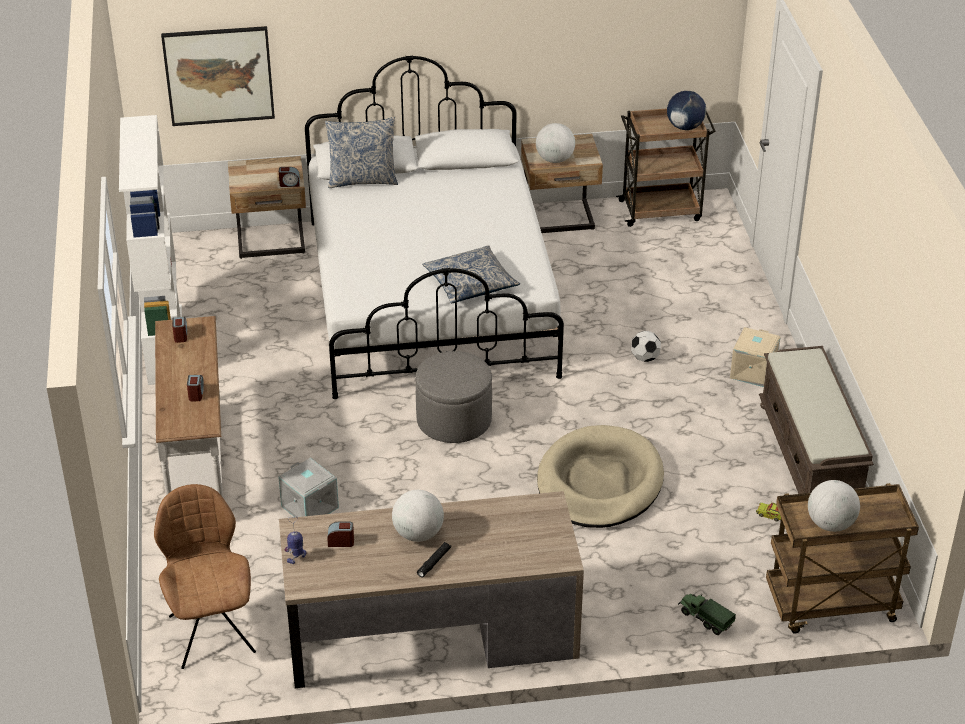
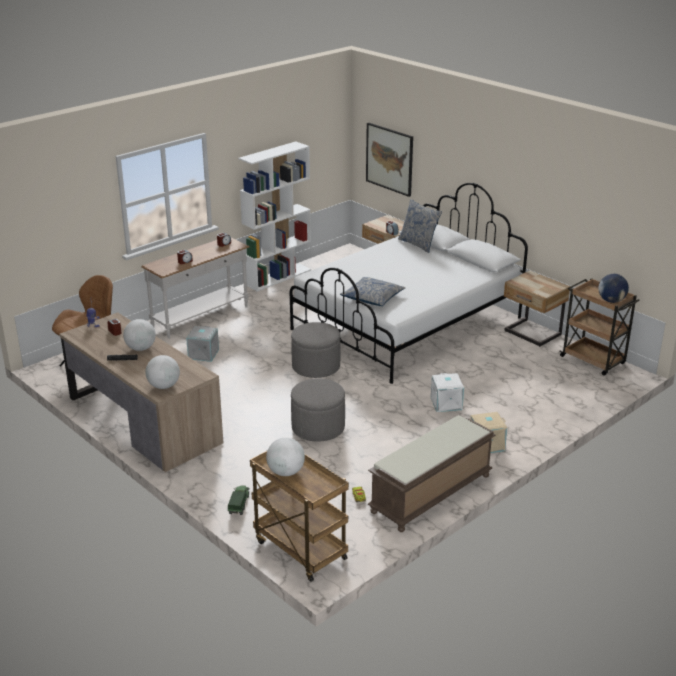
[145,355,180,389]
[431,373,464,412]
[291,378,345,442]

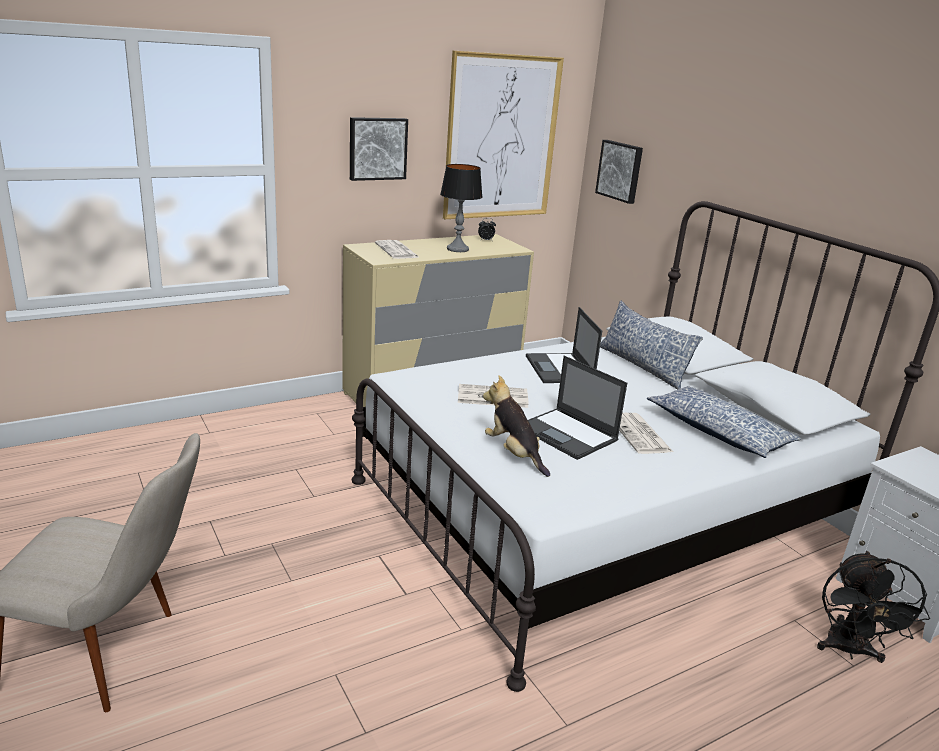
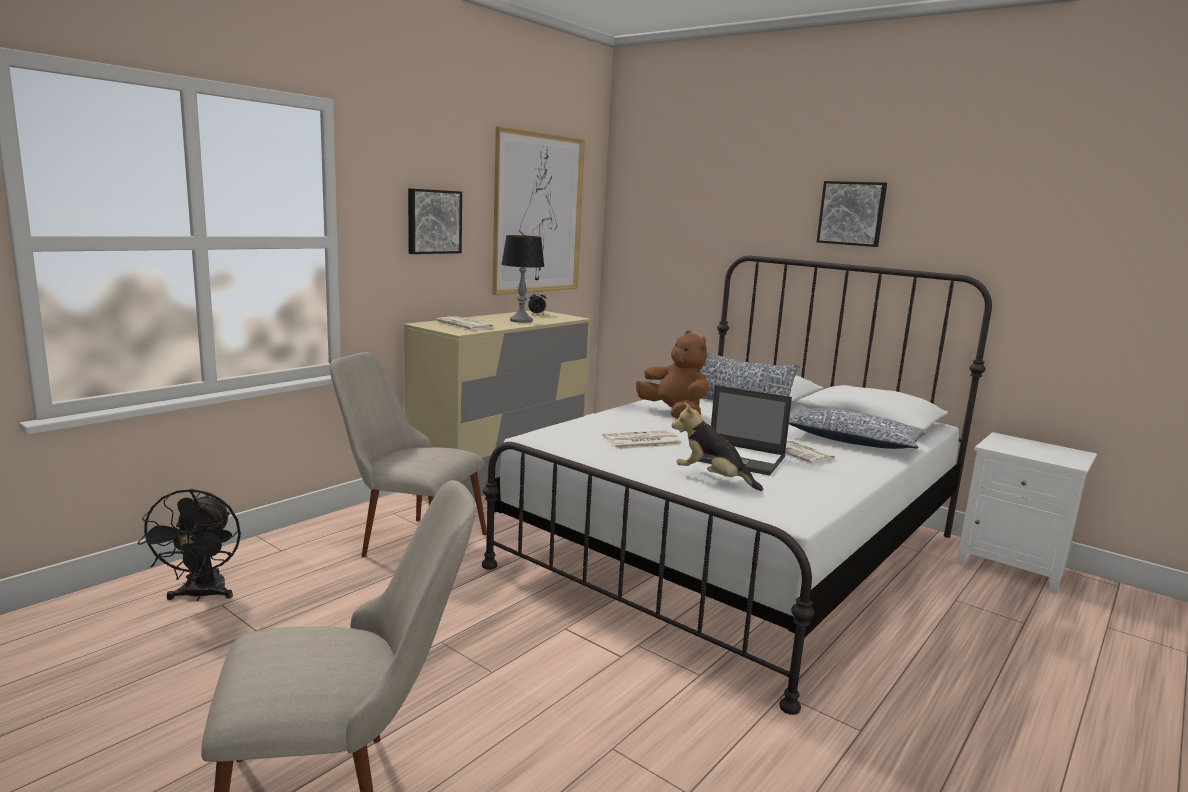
[817,181,887,247]
[636,330,709,419]
[137,489,241,601]
[330,352,487,557]

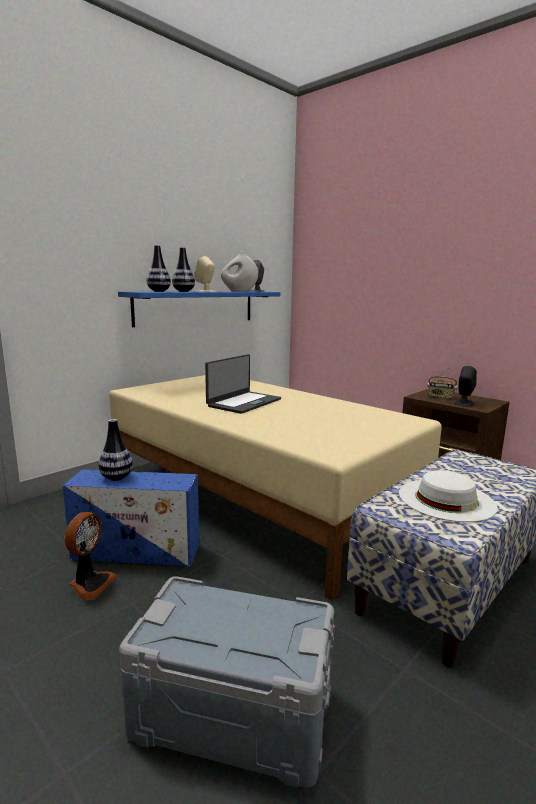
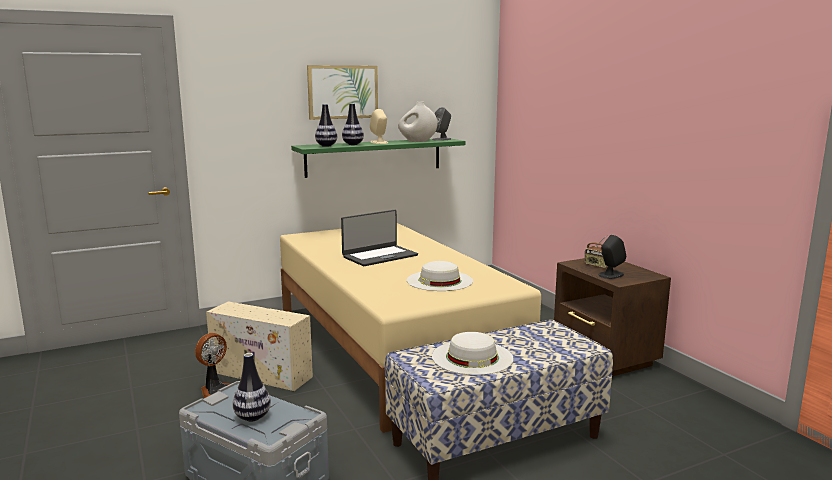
[291,139,465,178]
[233,353,271,422]
[206,301,313,391]
[307,65,378,120]
[407,261,473,291]

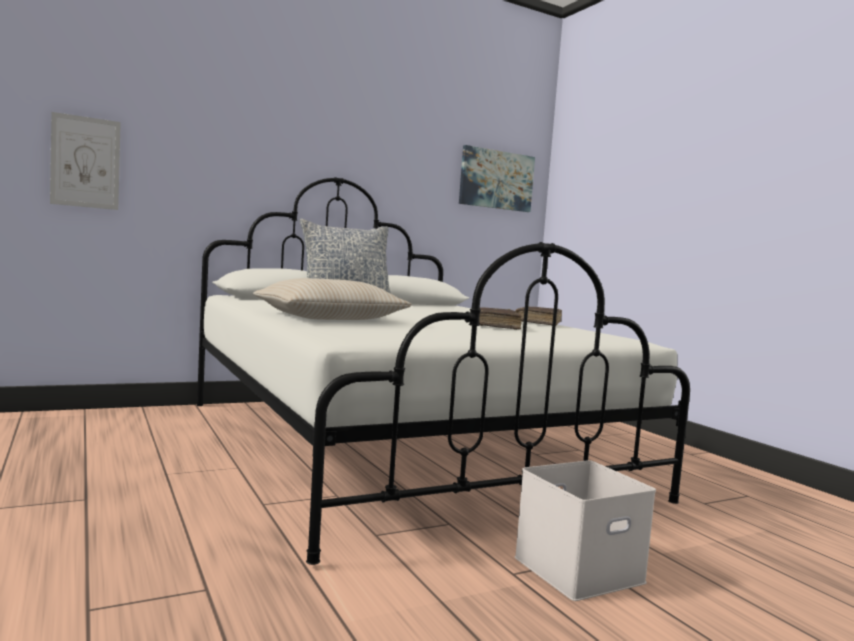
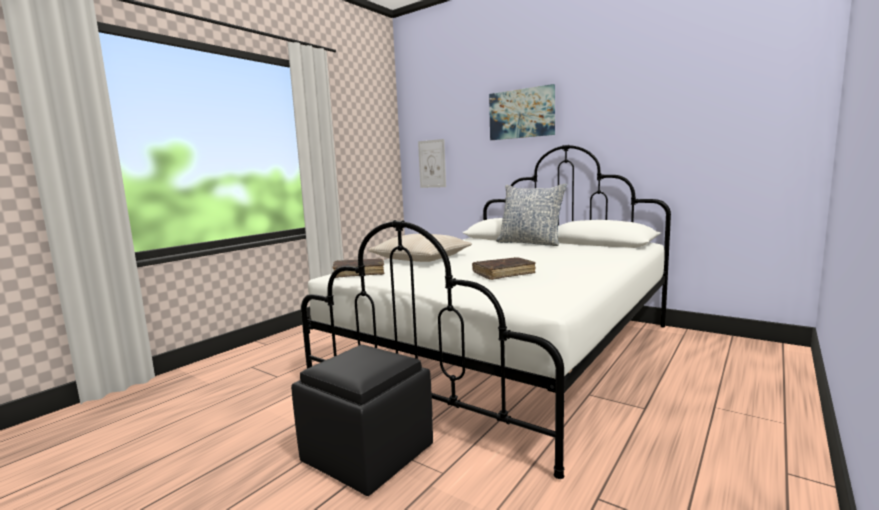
[489,84,555,140]
[332,258,384,278]
[291,345,433,496]

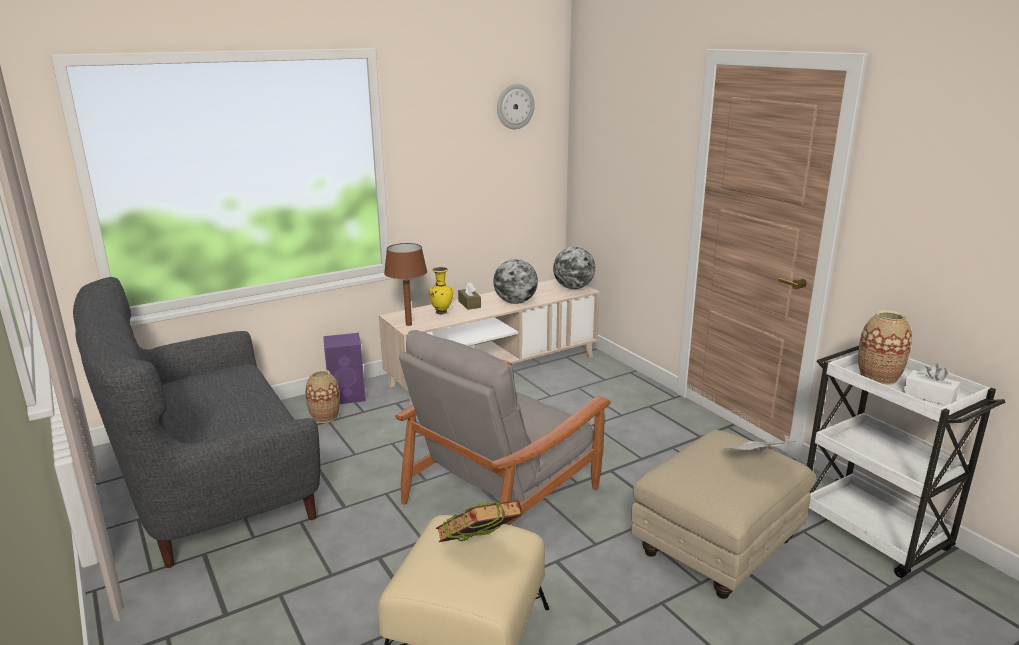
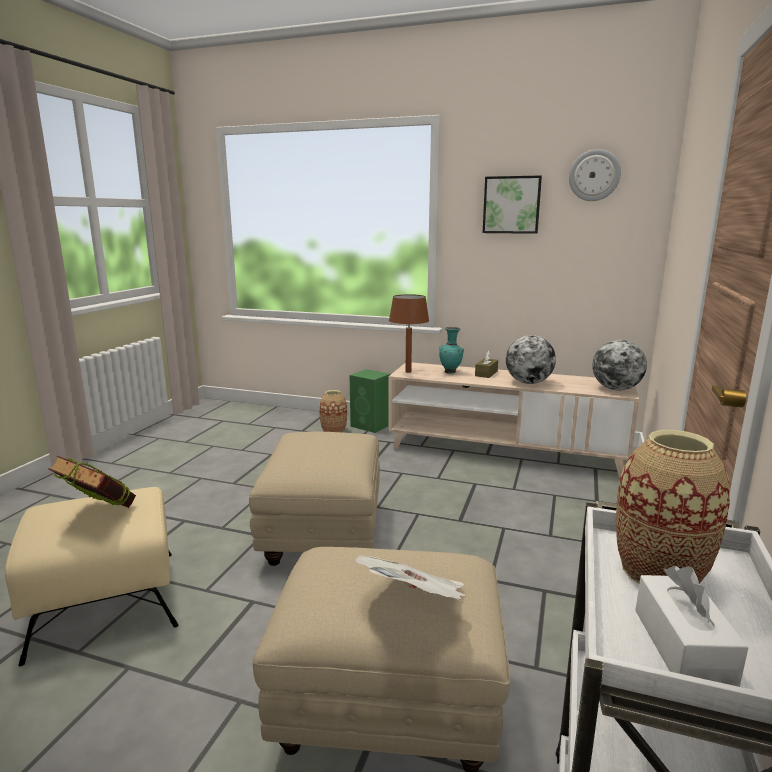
[439,327,464,374]
[73,277,320,568] (first image)
[249,431,380,566]
[349,369,391,433]
[483,175,542,234]

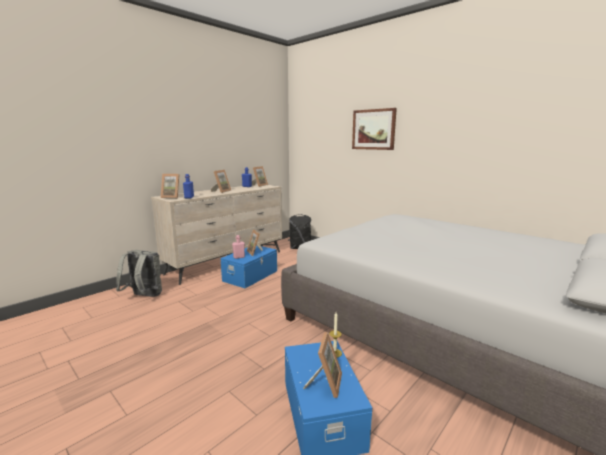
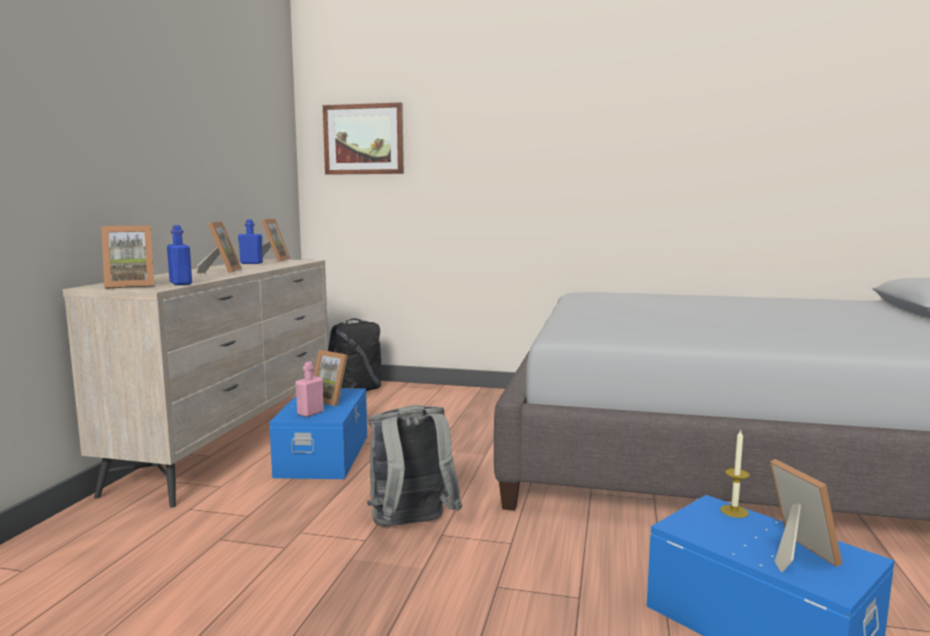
[323,102,404,175]
[367,405,462,527]

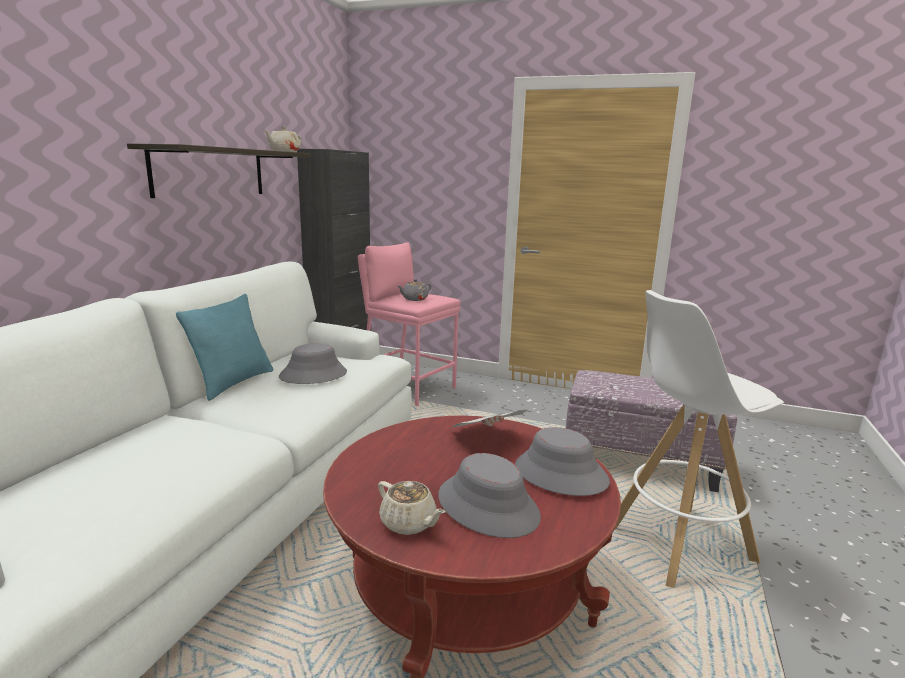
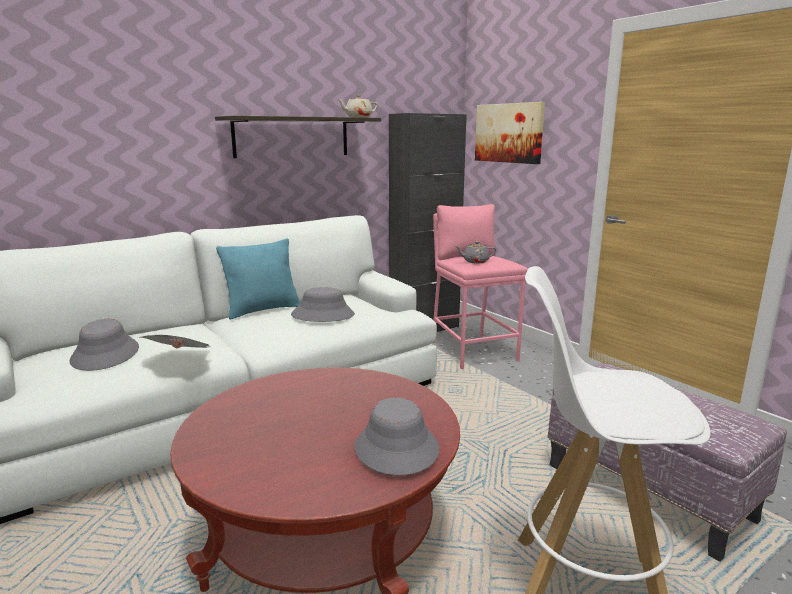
[140,335,209,348]
[69,319,139,371]
[378,481,445,535] (first image)
[475,102,545,164]

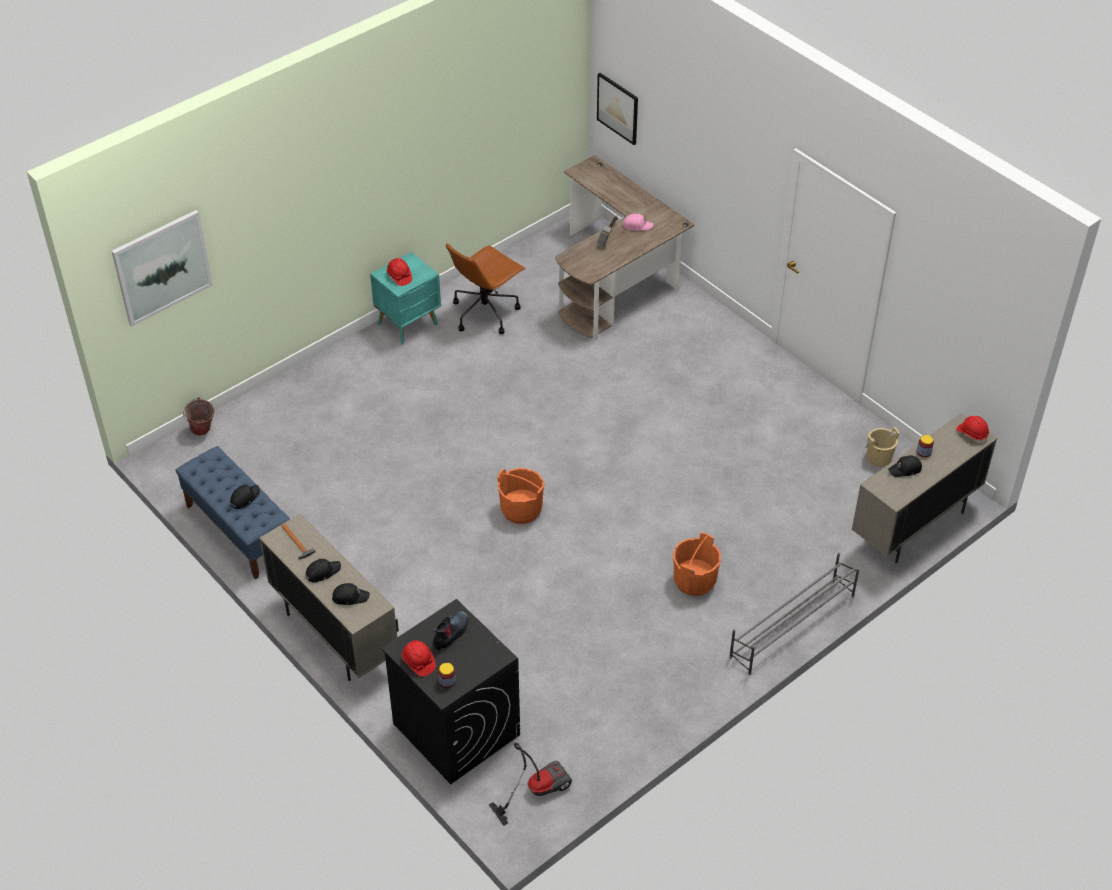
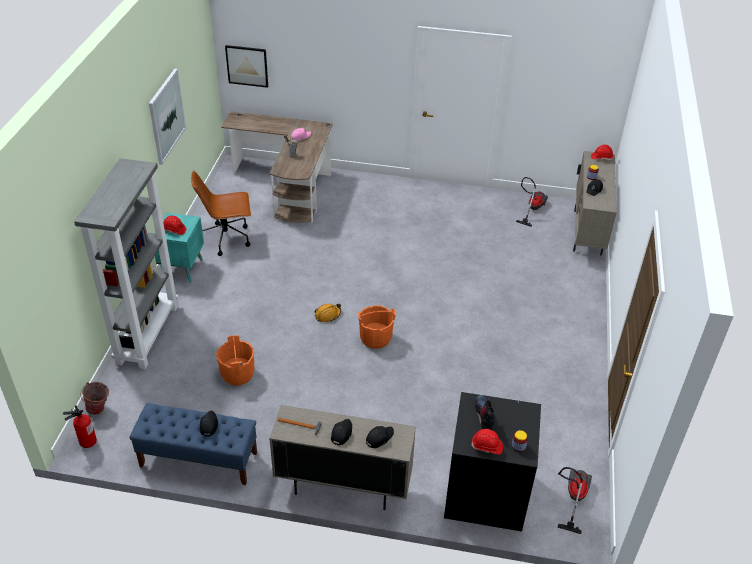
[149,69,186,165]
[191,170,251,256]
[516,177,548,227]
[216,335,254,385]
[729,552,860,675] (first image)
[74,158,179,369]
[315,303,341,322]
[63,405,97,448]

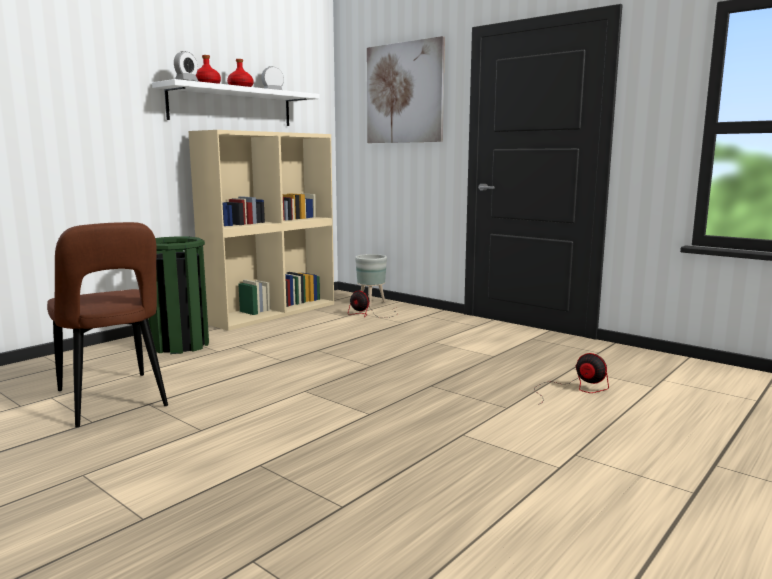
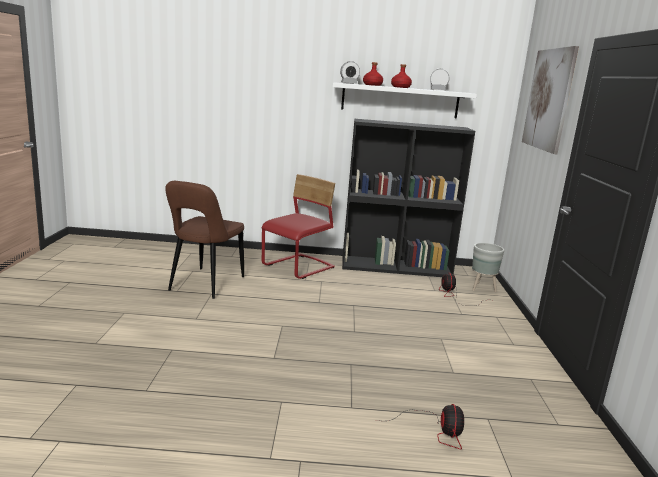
[342,119,475,277]
[262,174,335,279]

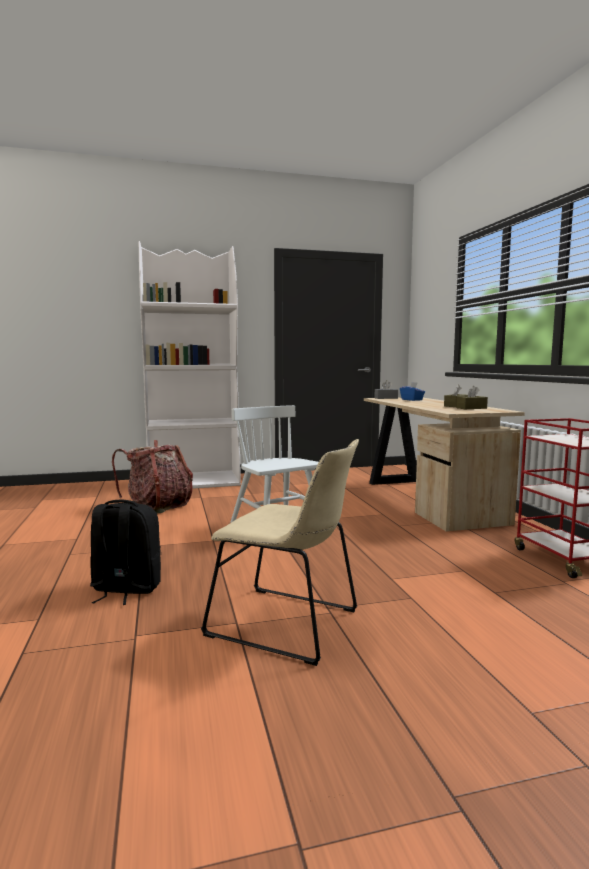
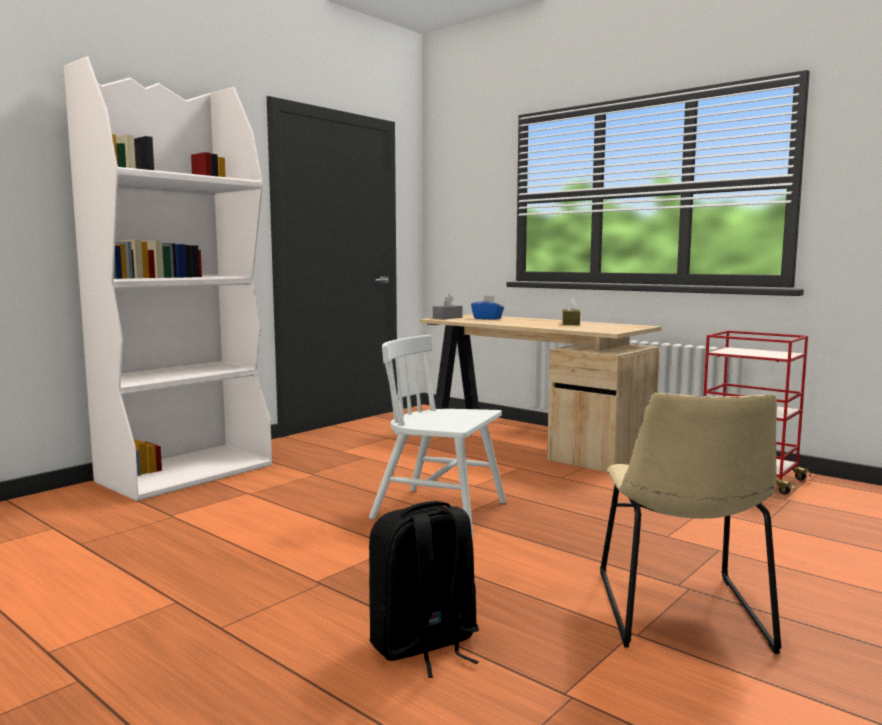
[456,386,488,409] (first image)
[600,393,782,654]
[112,440,193,513] (first image)

